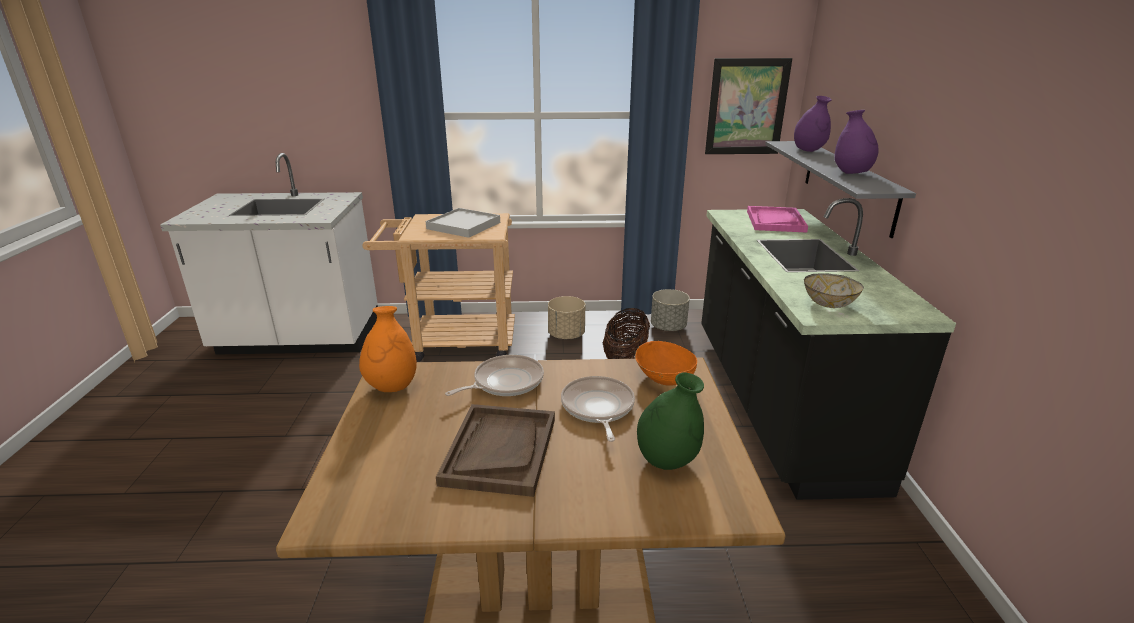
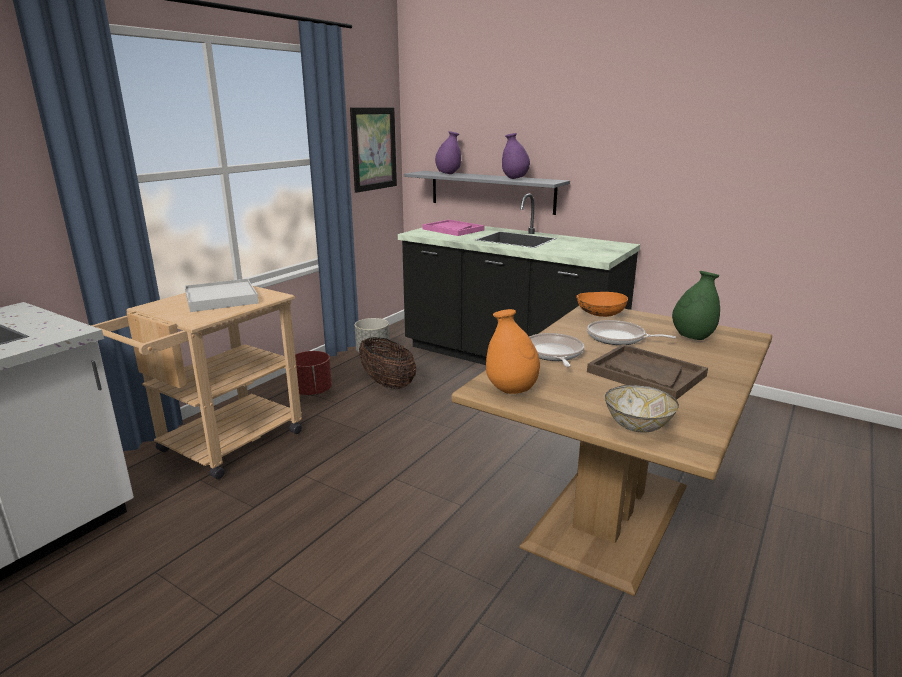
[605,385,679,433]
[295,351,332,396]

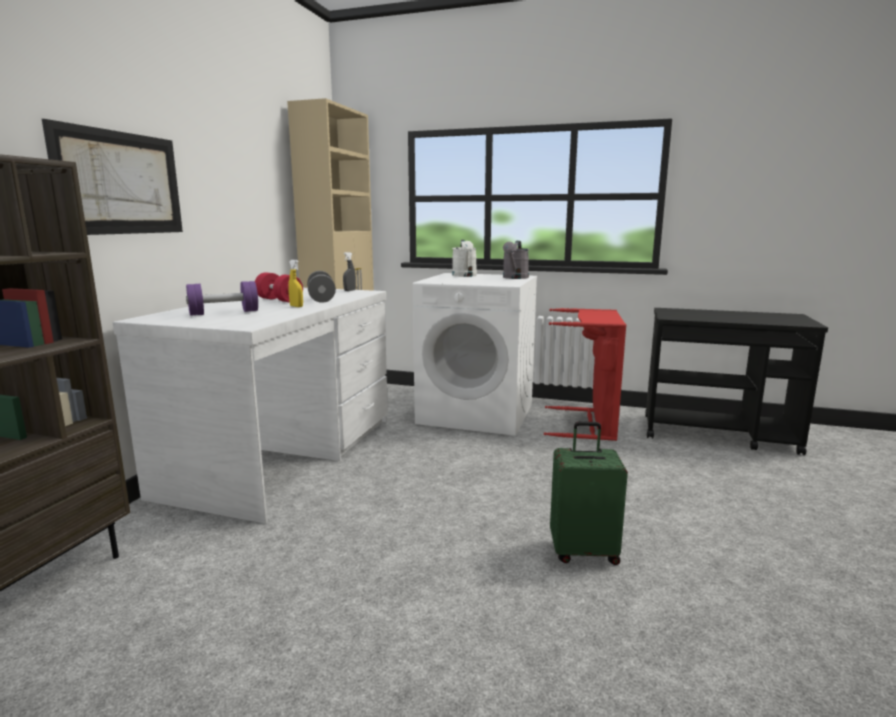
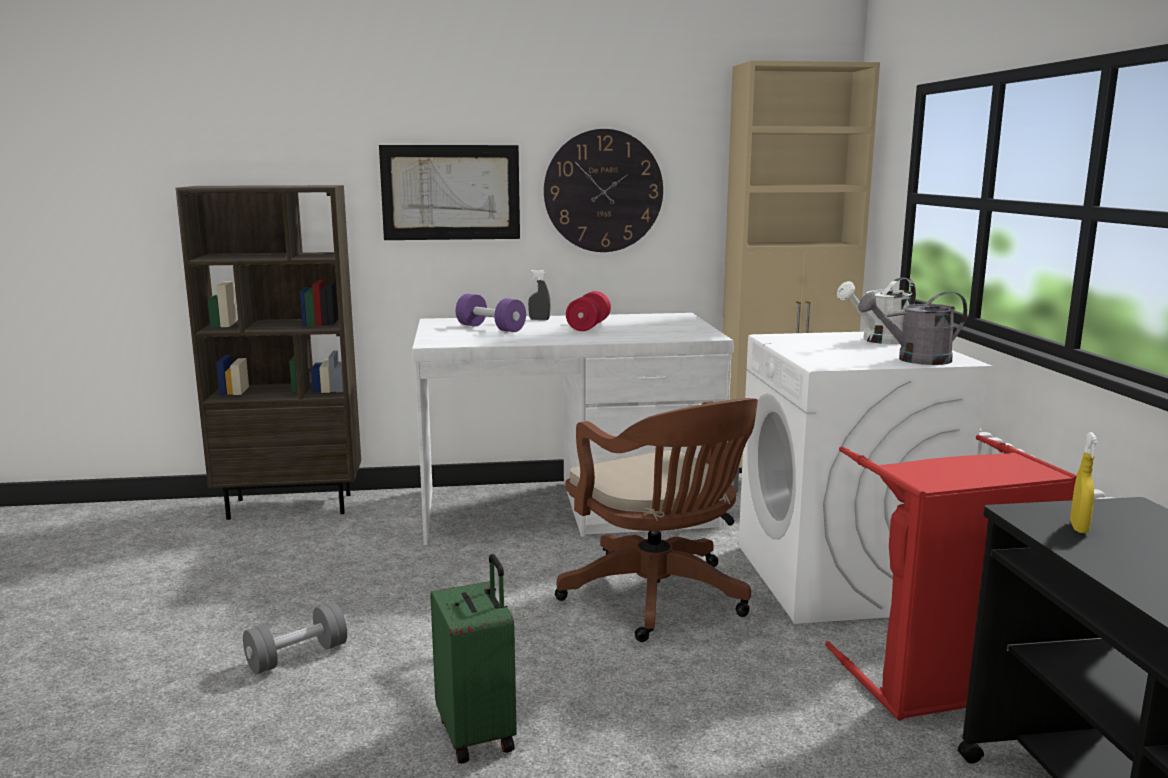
[528,270,550,320]
[1070,432,1098,533]
[243,602,347,674]
[544,129,663,252]
[555,398,758,642]

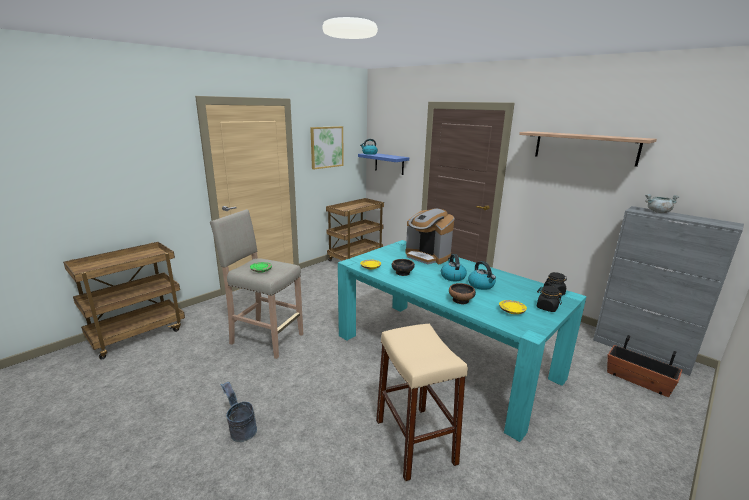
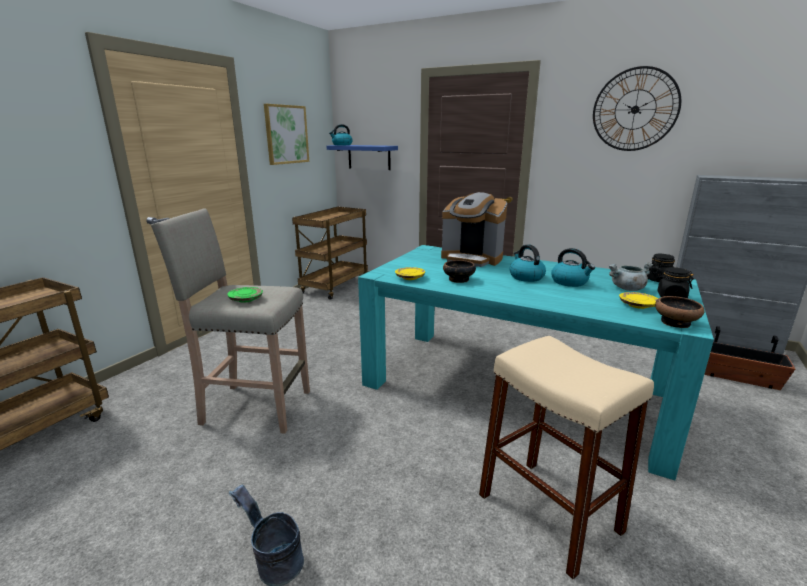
[593,66,681,151]
[608,262,653,291]
[655,296,705,328]

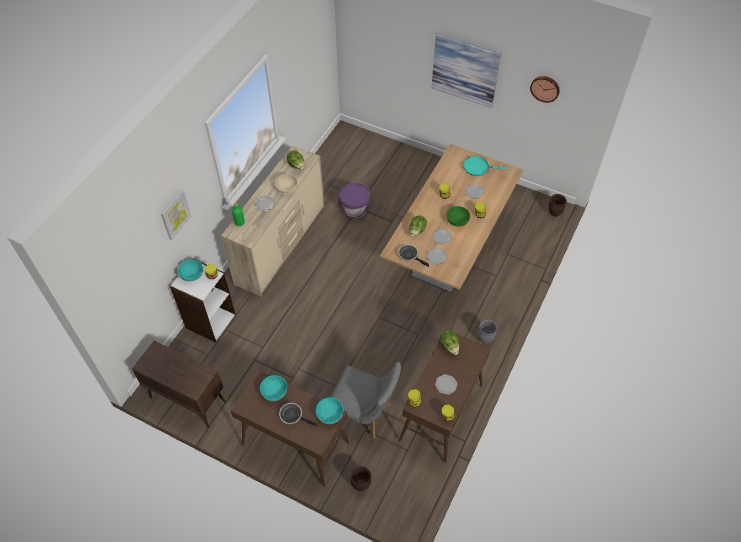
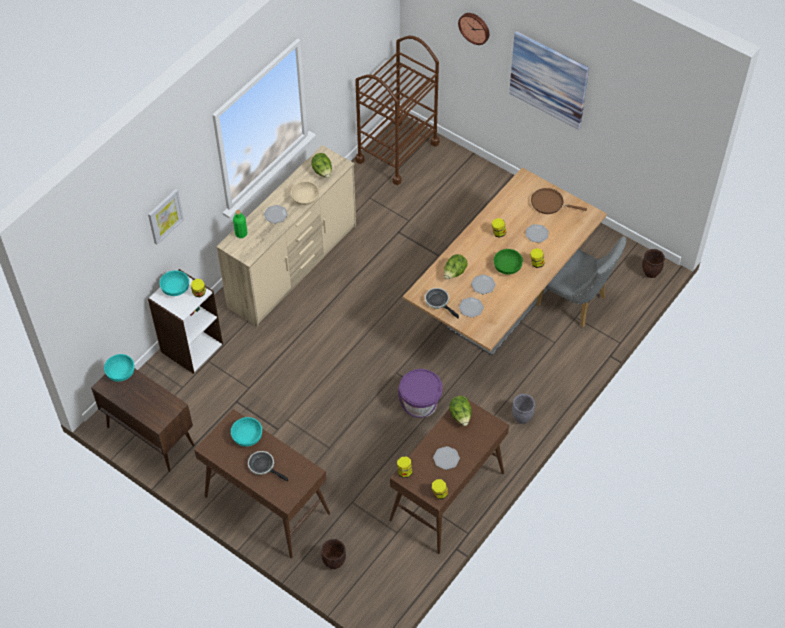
[458,13,489,45]
[531,188,587,214]
[398,369,443,418]
[536,236,626,327]
[104,354,134,382]
[355,36,439,185]

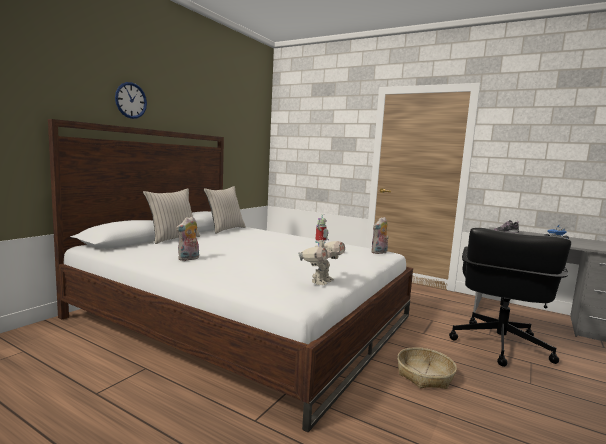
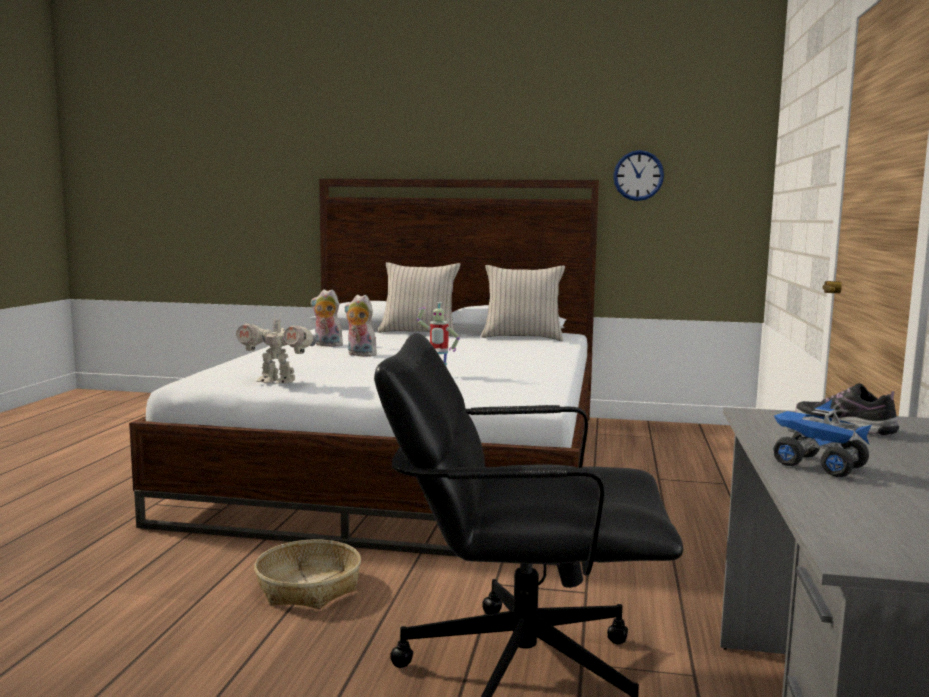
[613,150,664,201]
[344,295,377,357]

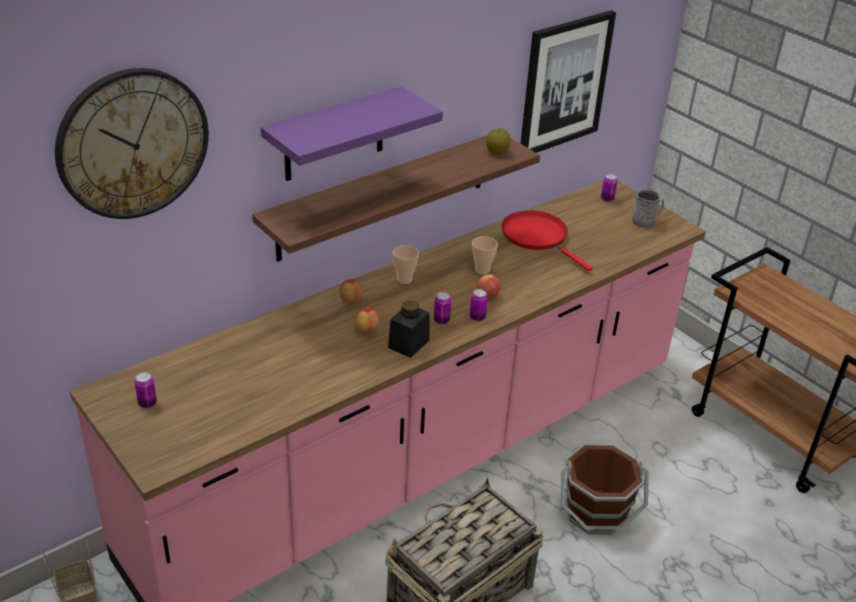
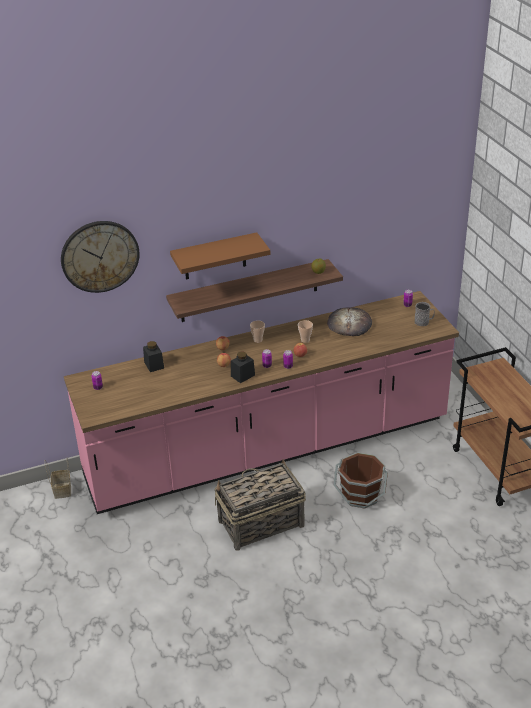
[520,10,616,153] (first image)
[170,232,270,279]
[327,307,372,336]
[143,341,164,372]

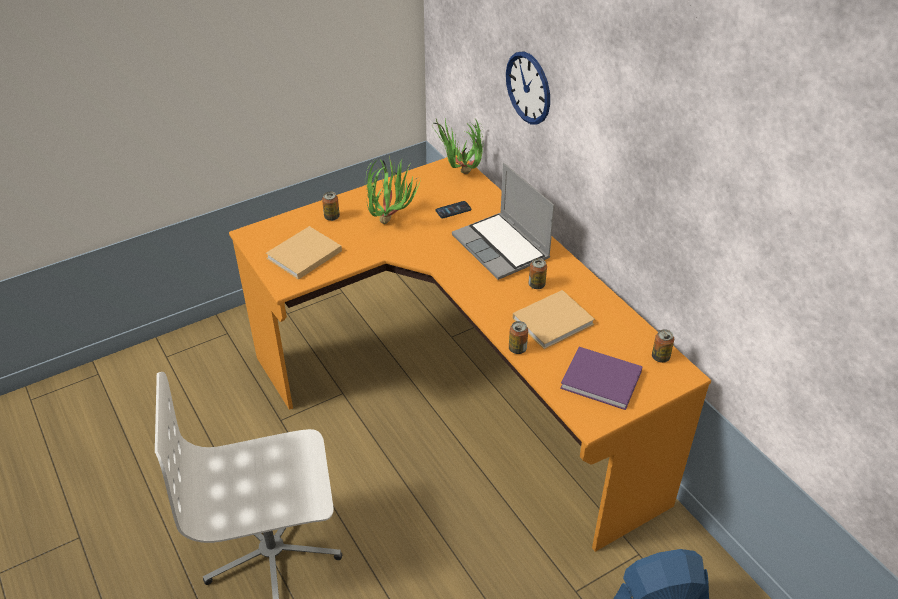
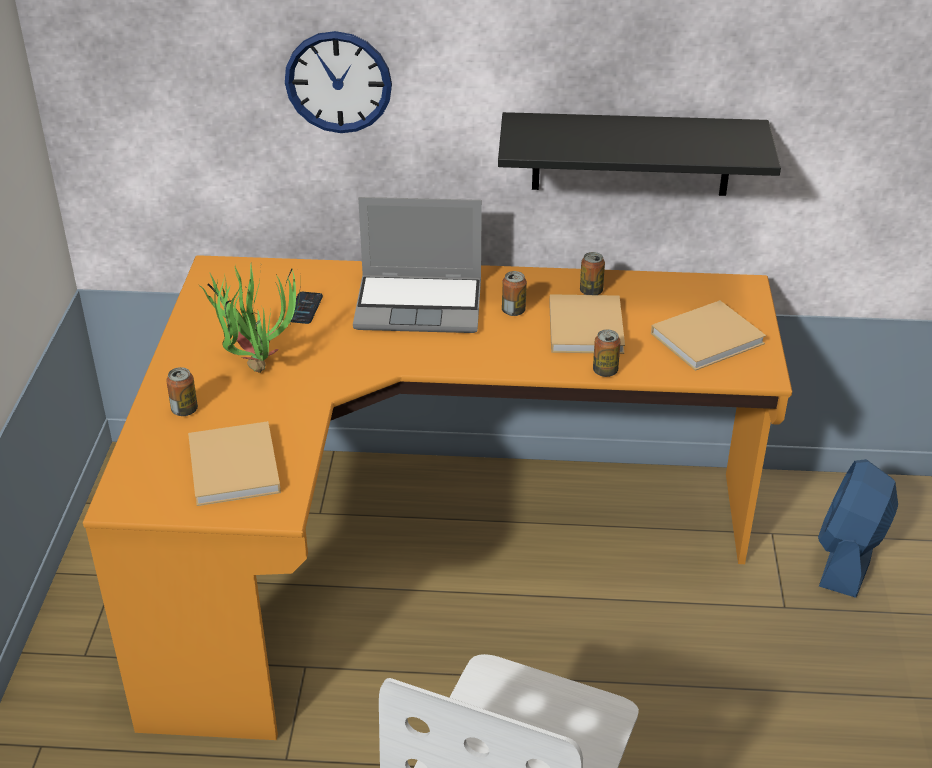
[433,118,483,174] (first image)
[580,252,605,295]
[651,300,766,371]
[498,112,781,196]

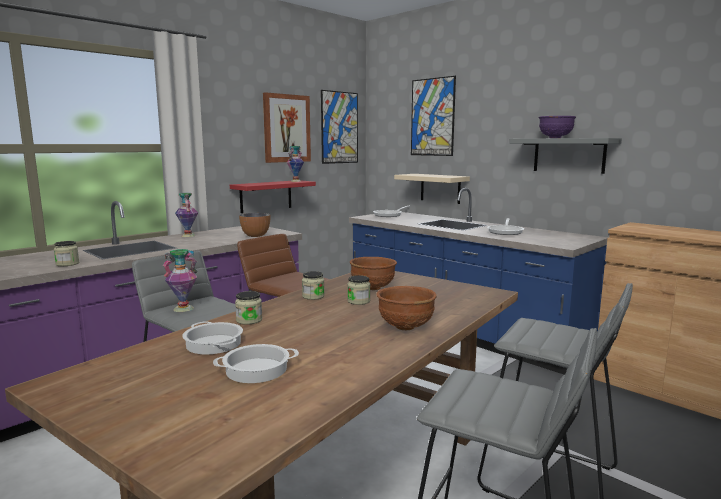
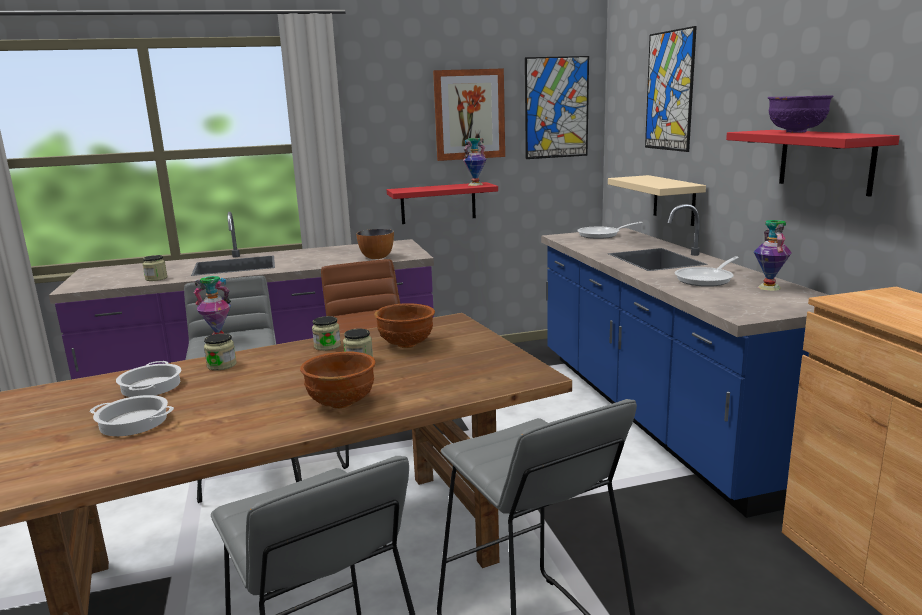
[726,130,900,197]
[754,220,792,291]

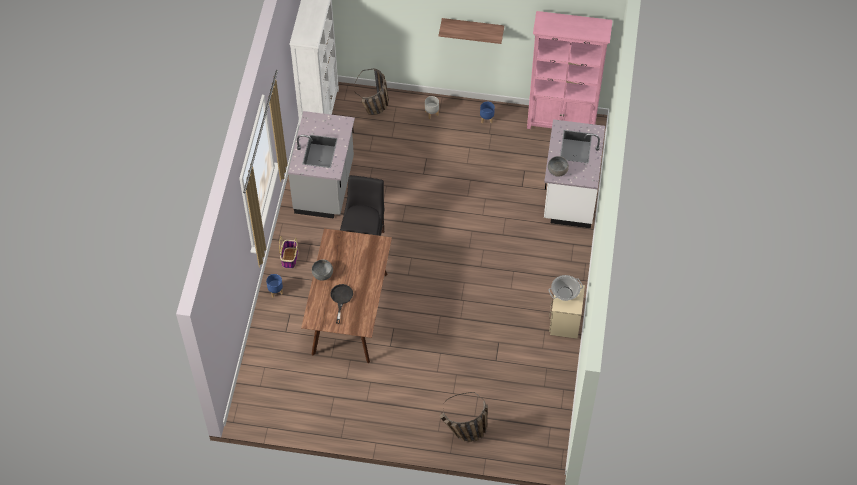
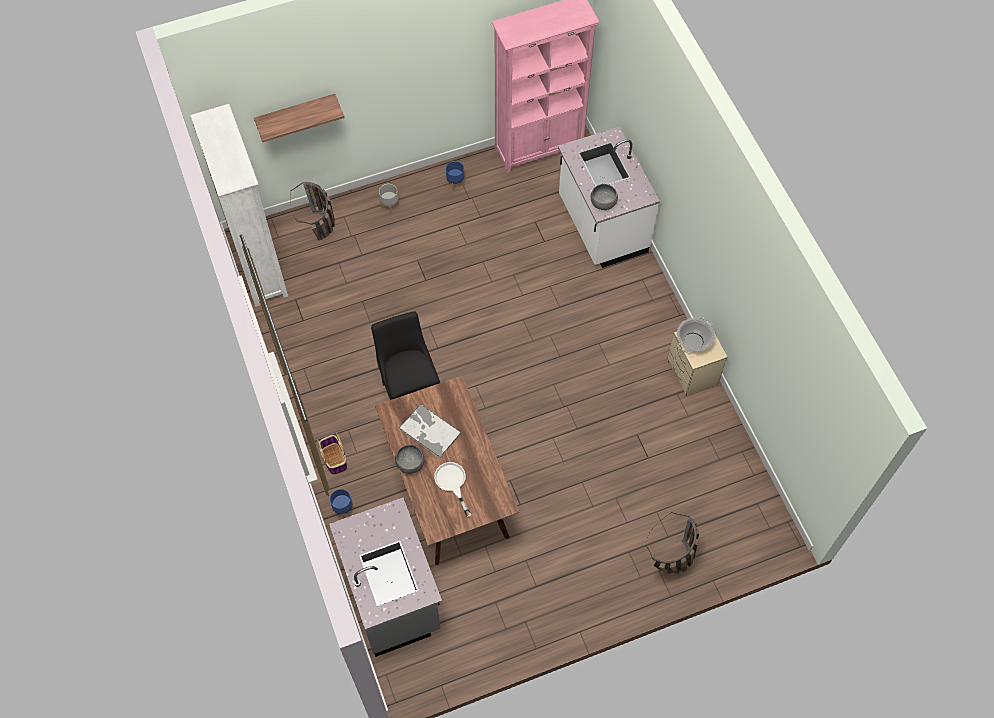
[254,94,345,142]
[329,498,442,657]
[434,462,471,517]
[399,404,462,458]

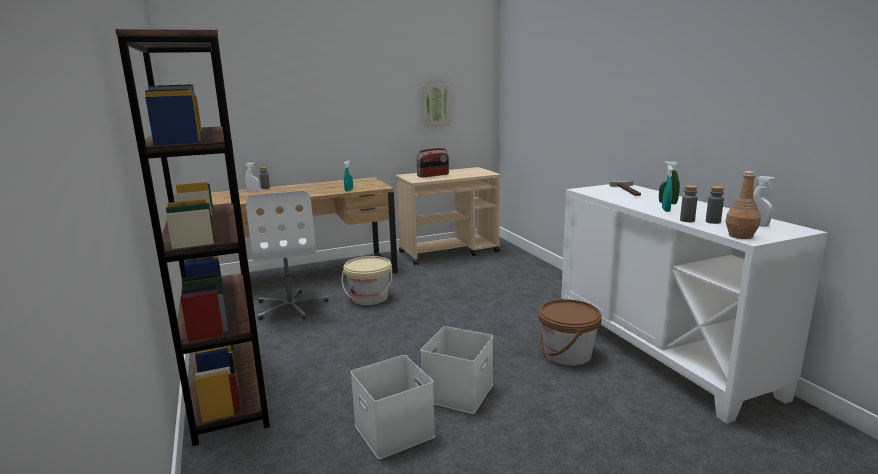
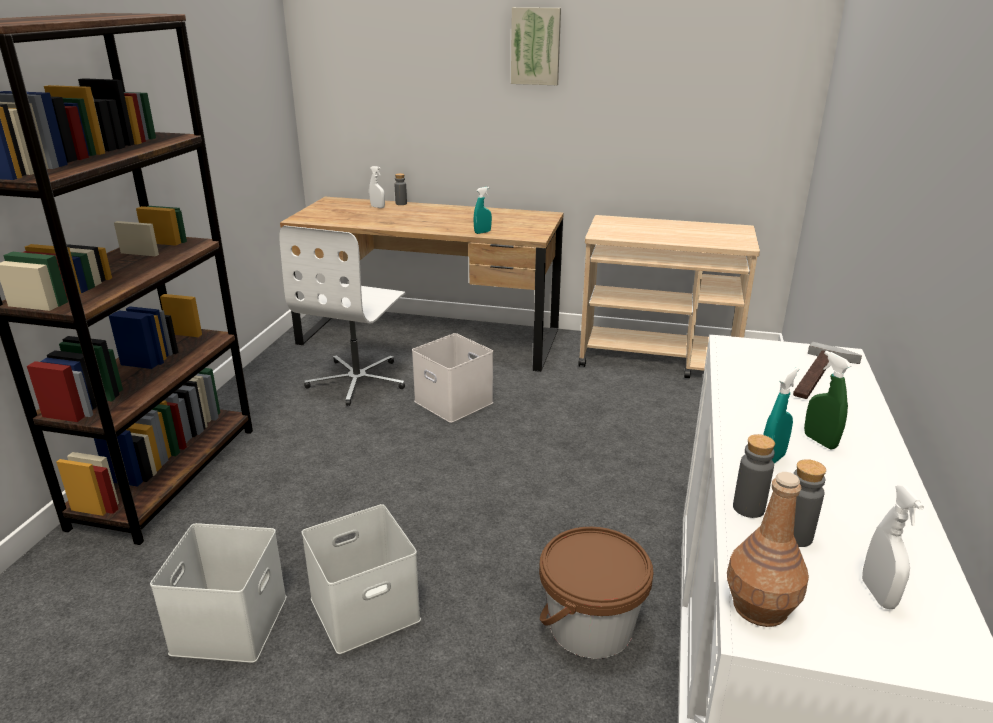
[511,7,561,85]
[416,148,449,178] (first image)
[412,333,493,423]

